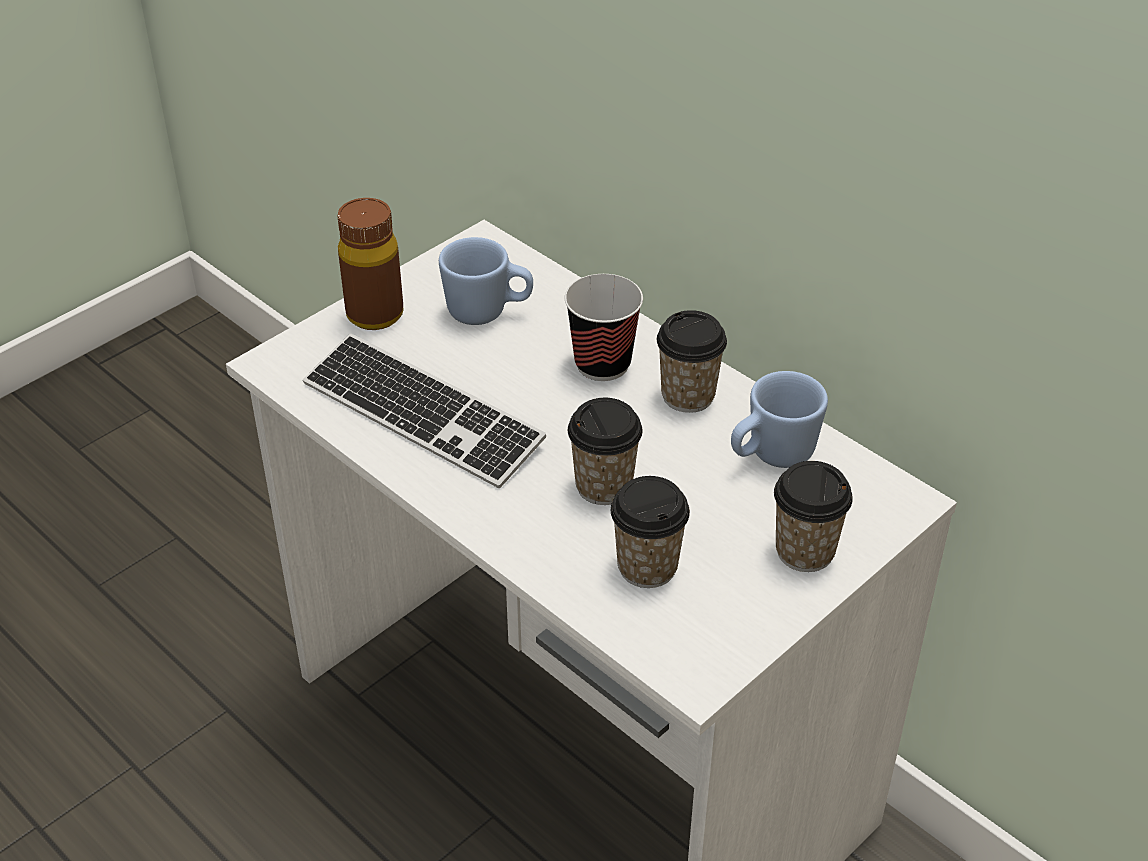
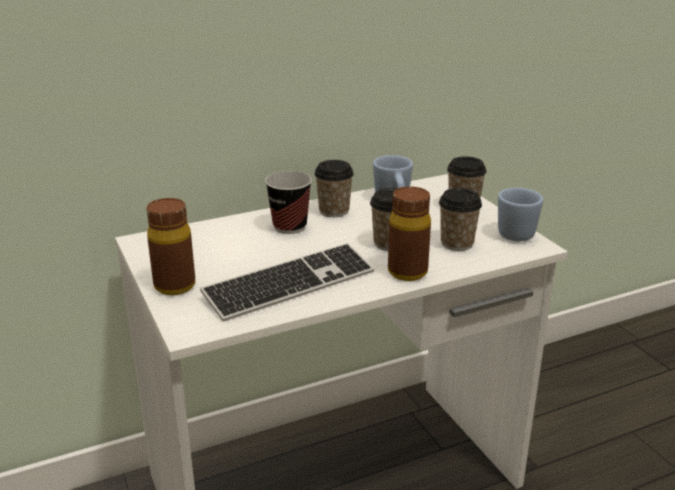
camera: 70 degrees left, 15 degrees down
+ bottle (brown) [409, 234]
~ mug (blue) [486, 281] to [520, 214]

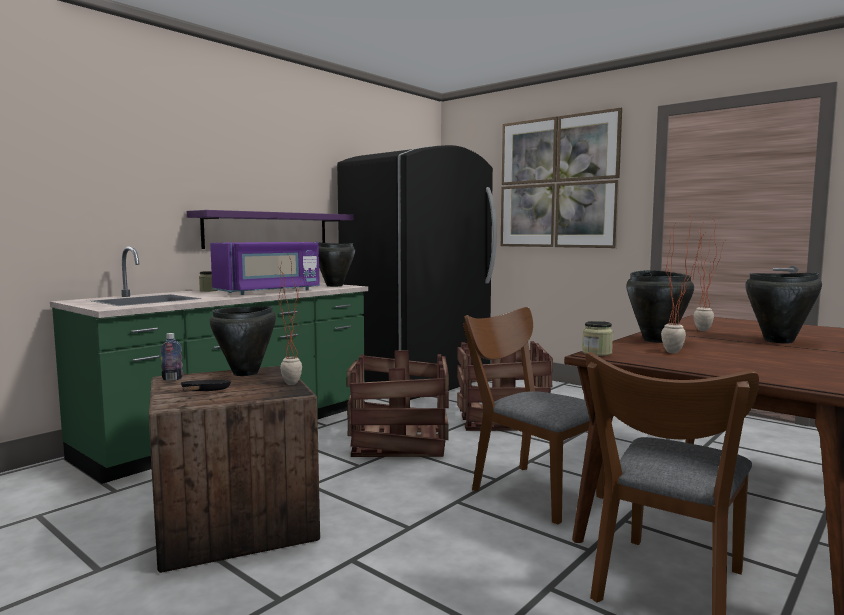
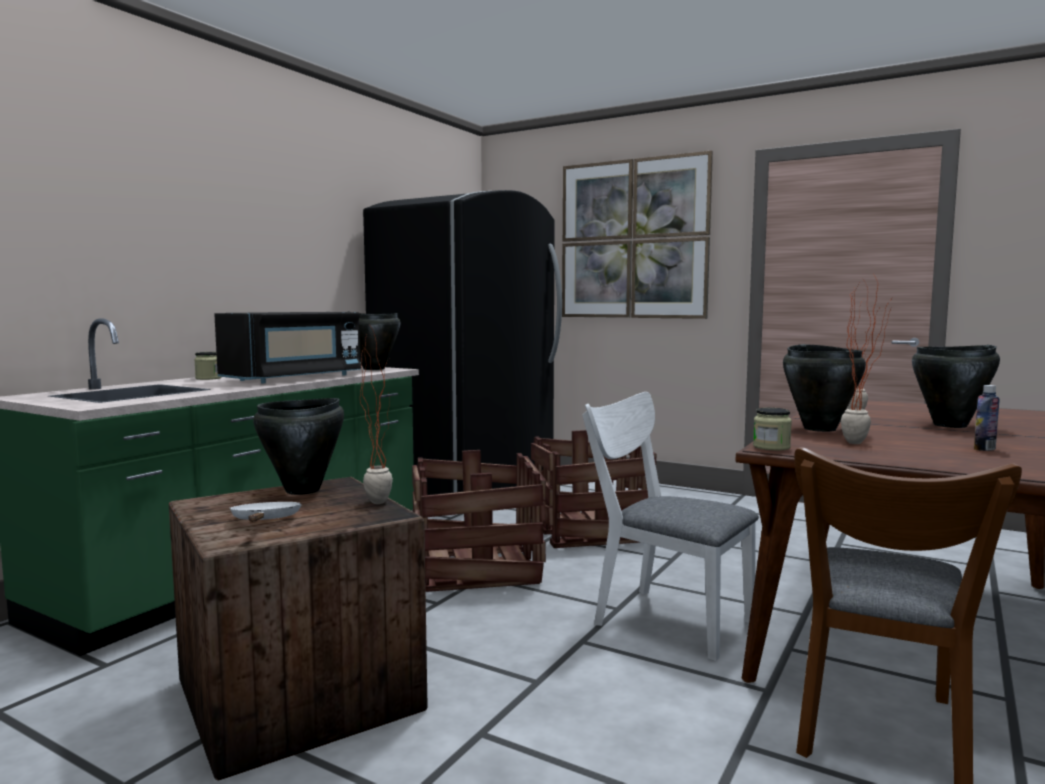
camera: 10 degrees left, 0 degrees up
~ microwave (purple) [265, 268] to microwave (black) [287, 347]
~ frying pan (black) [206, 385] to frying pan (white) [266, 512]
~ chair (brown) [534, 416] to chair (white) [670, 526]
~ bottle [171, 357] to [987, 418]
- shelf (purple) [270, 229]

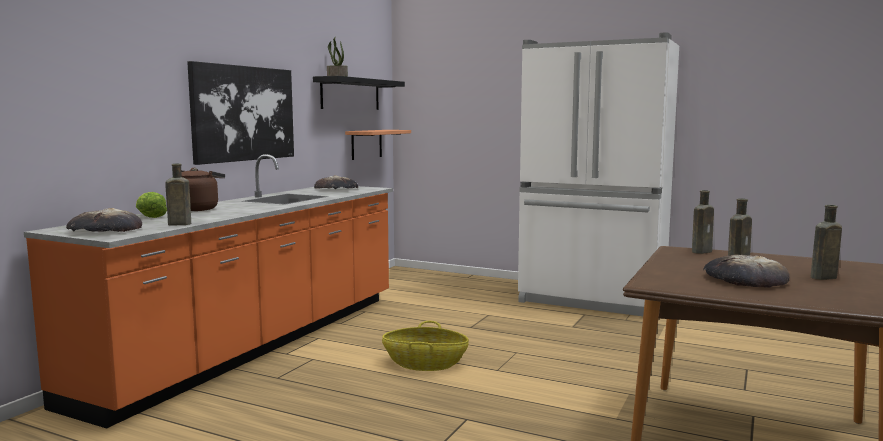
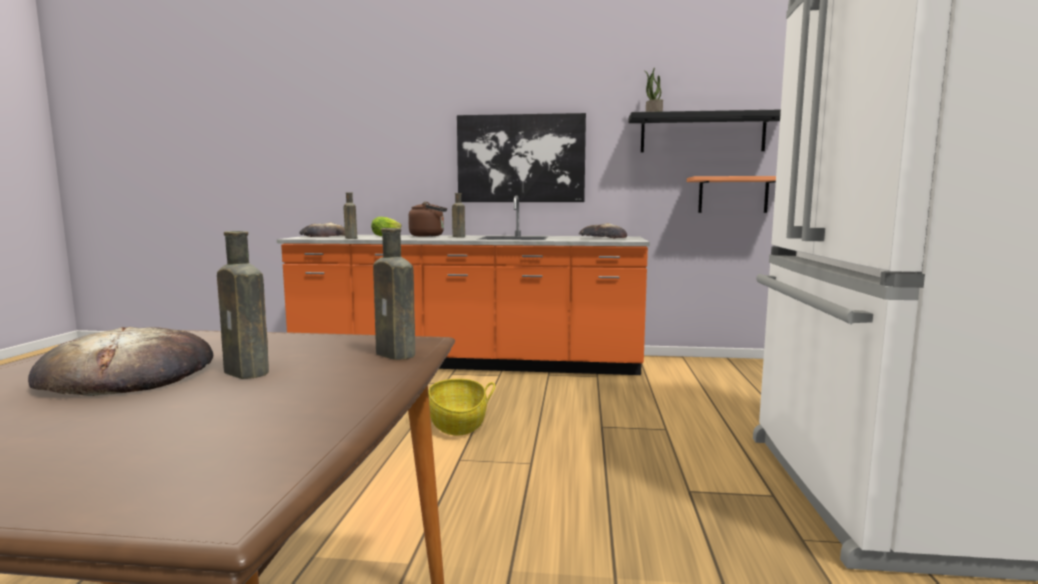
camera: 70 degrees right, 0 degrees up
~ bottle (brown) [826, 242] to [458, 215]

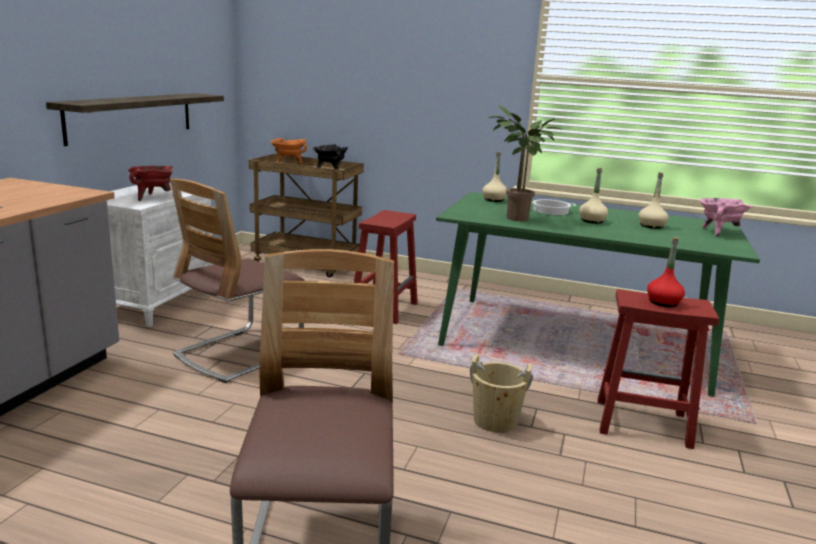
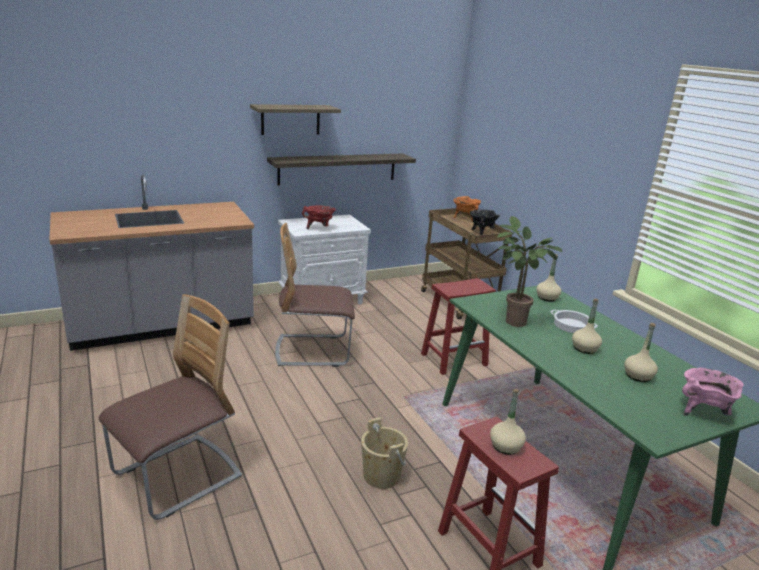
camera: 45 degrees right, 5 degrees up
+ shelf [295, 119]
~ bottle (red) [666, 272] to bottle (beige) [508, 422]

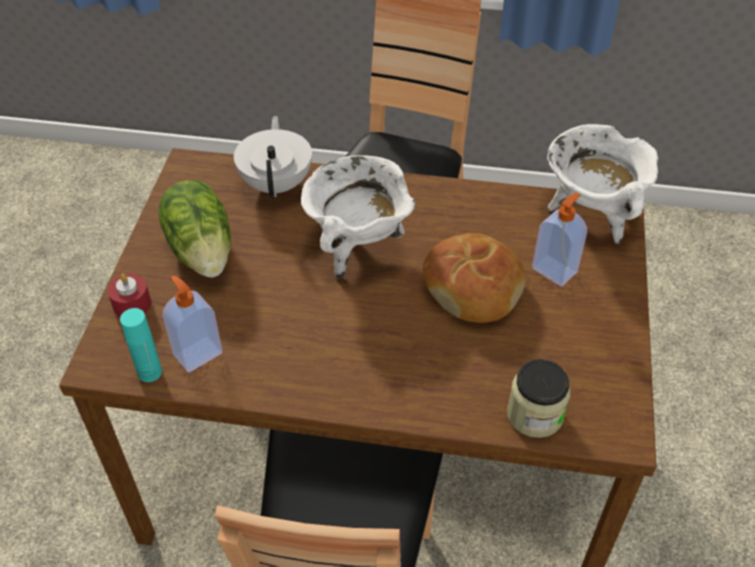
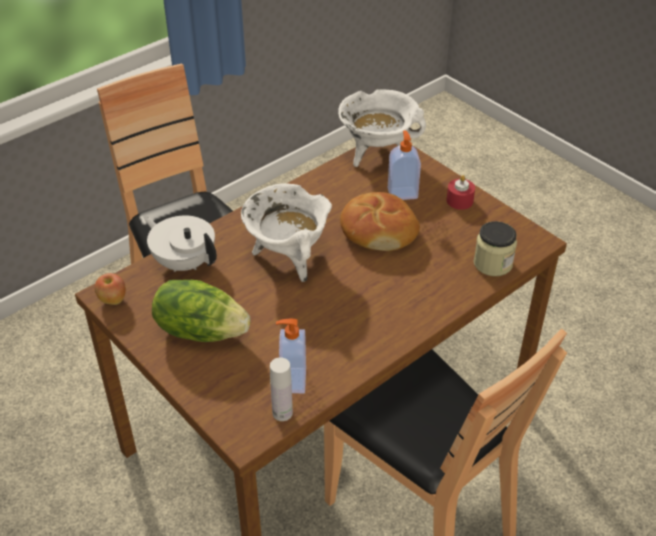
camera: 50 degrees left, 5 degrees down
+ apple [110, 289]
~ bottle (turquoise) [141, 345] to bottle (white) [281, 389]
~ candle (red) [129, 295] to [460, 192]

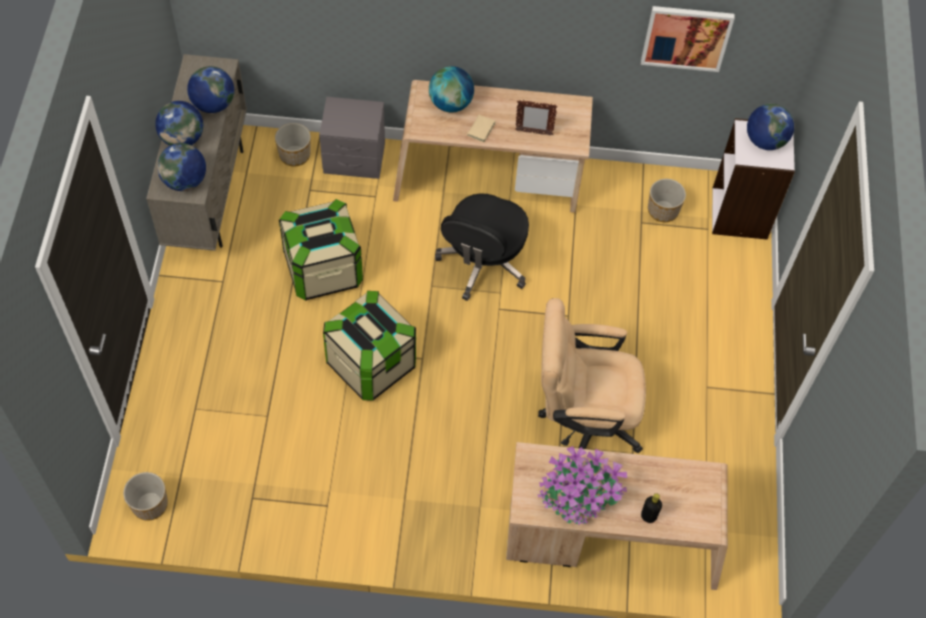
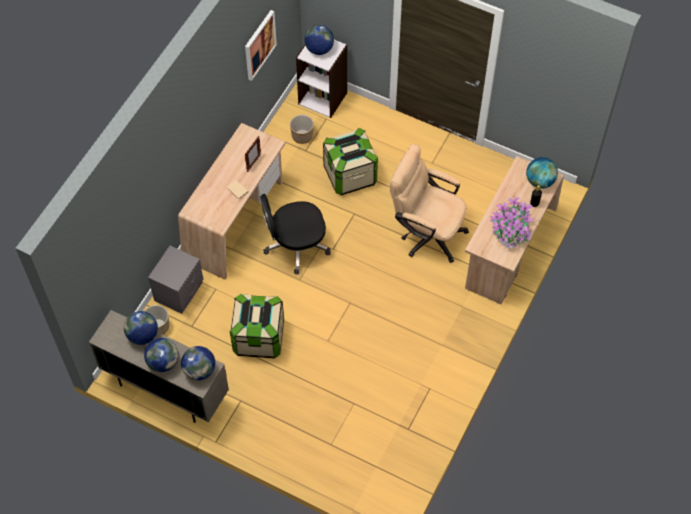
camera: 65 degrees left, 0 degrees up
~ office chair (black) [482, 247] = [295, 234] 120 degrees clockwise
~ storage box [369, 346] to [350, 161]
~ office chair (beige) [592, 376] = [429, 203] 90 degrees clockwise
~ globe [451, 89] to [542, 173]
- planter [145, 496]

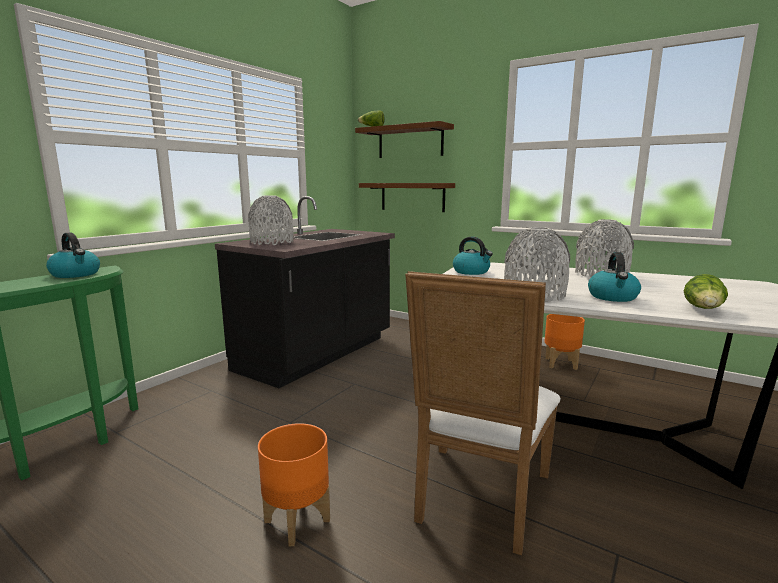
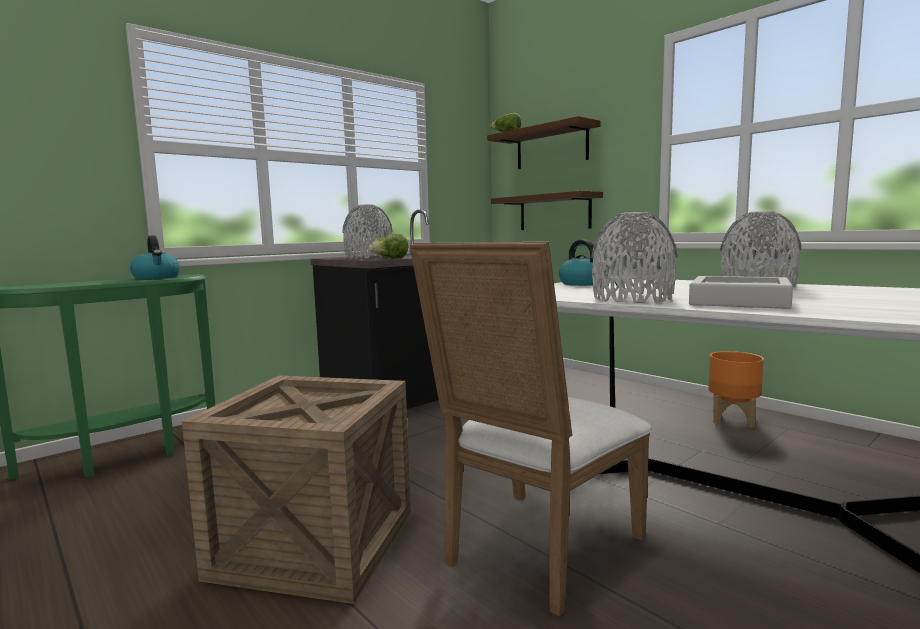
camera: 15 degrees right, 5 degrees down
~ planter (orange) [294, 484] to crate [296, 490]
~ lettuce [706, 291] to [388, 246]
~ kettle [614, 277] to tray (grey) [741, 292]

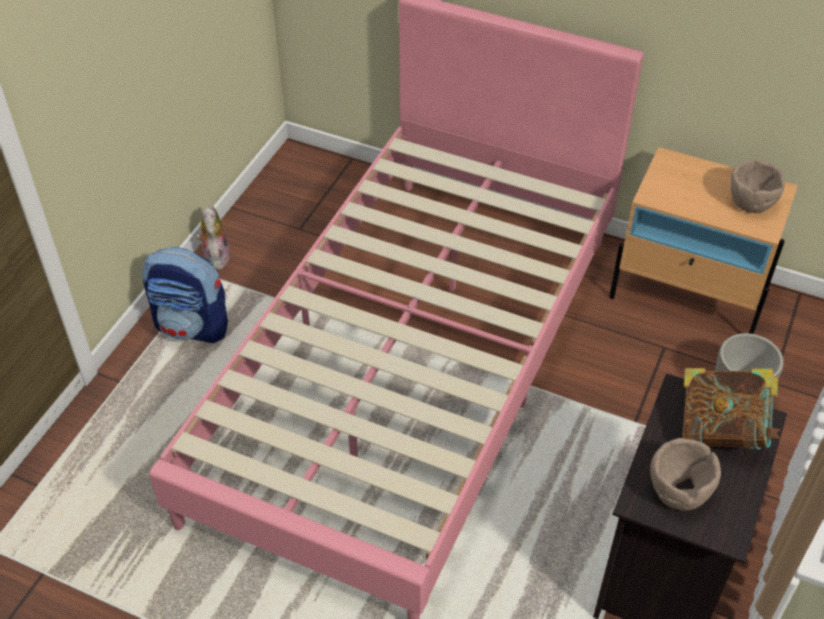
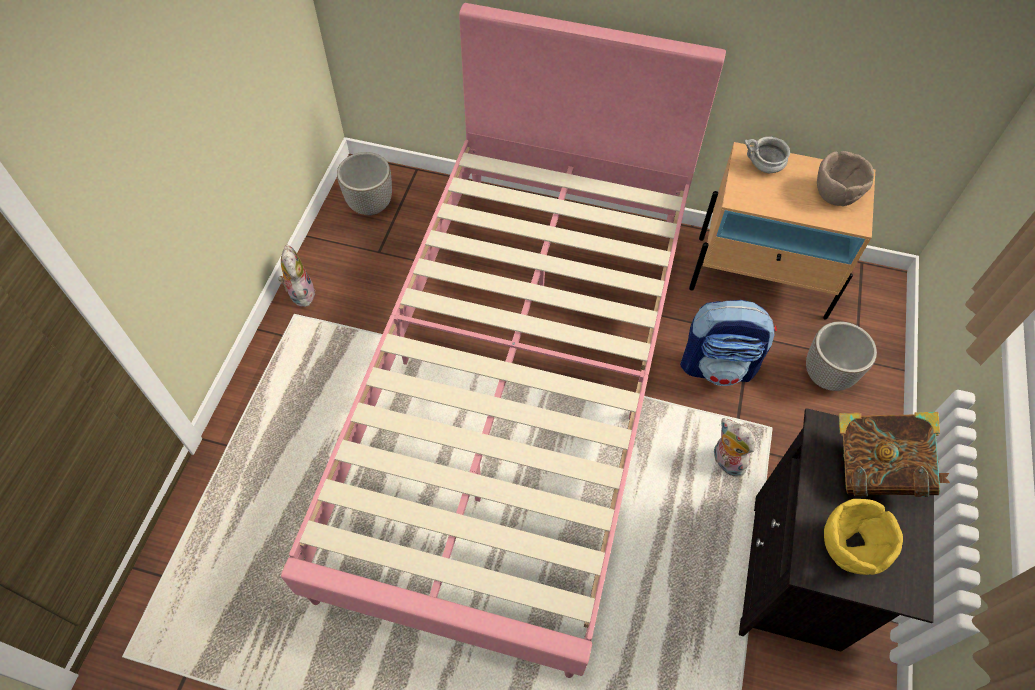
camera: 10 degrees left, 10 degrees up
+ planter [364, 184]
~ backpack [185, 295] to [728, 343]
+ plush toy [735, 447]
+ bowl (grey) [767, 155]
~ bowl (brown) [685, 474] to bowl (yellow) [863, 537]

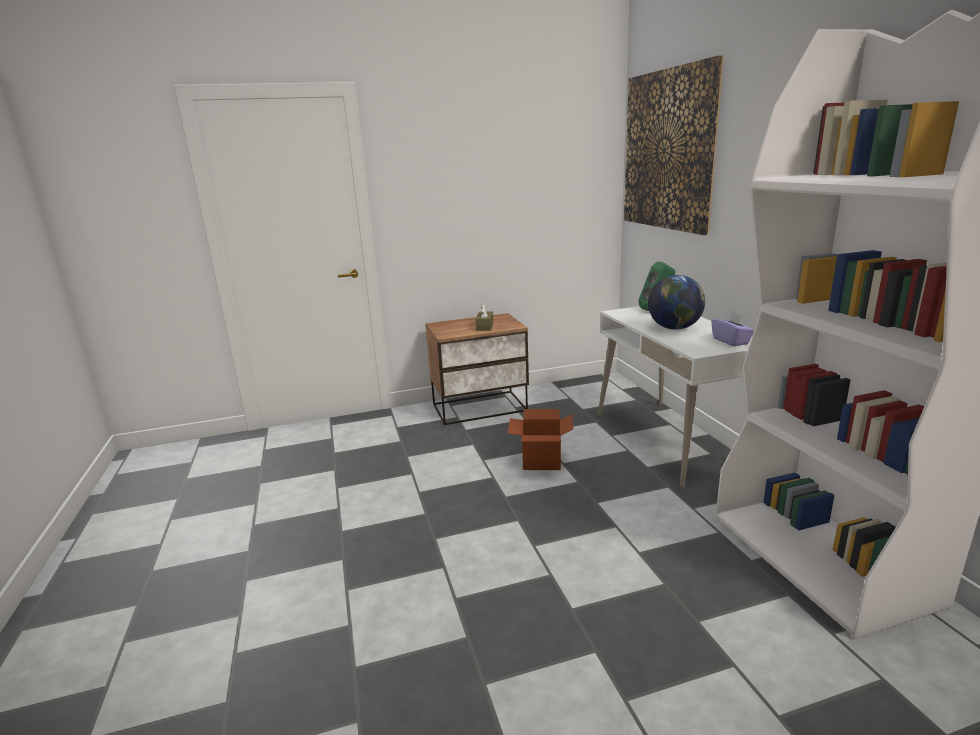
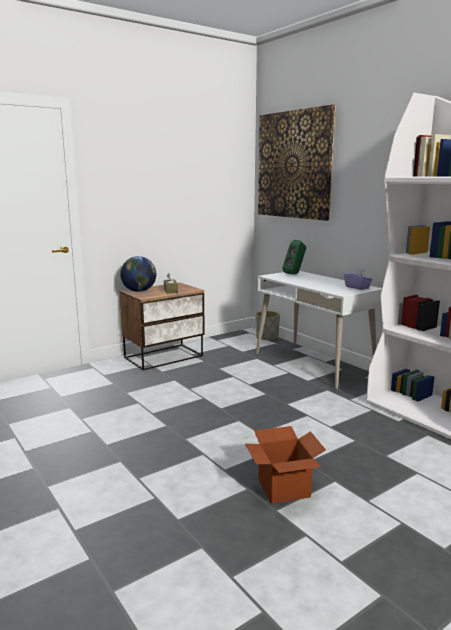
camera: 20 degrees left, 5 degrees down
~ globe [676, 302] to [138, 274]
~ cardboard box [540, 439] to [285, 465]
+ planter (grey) [267, 326]

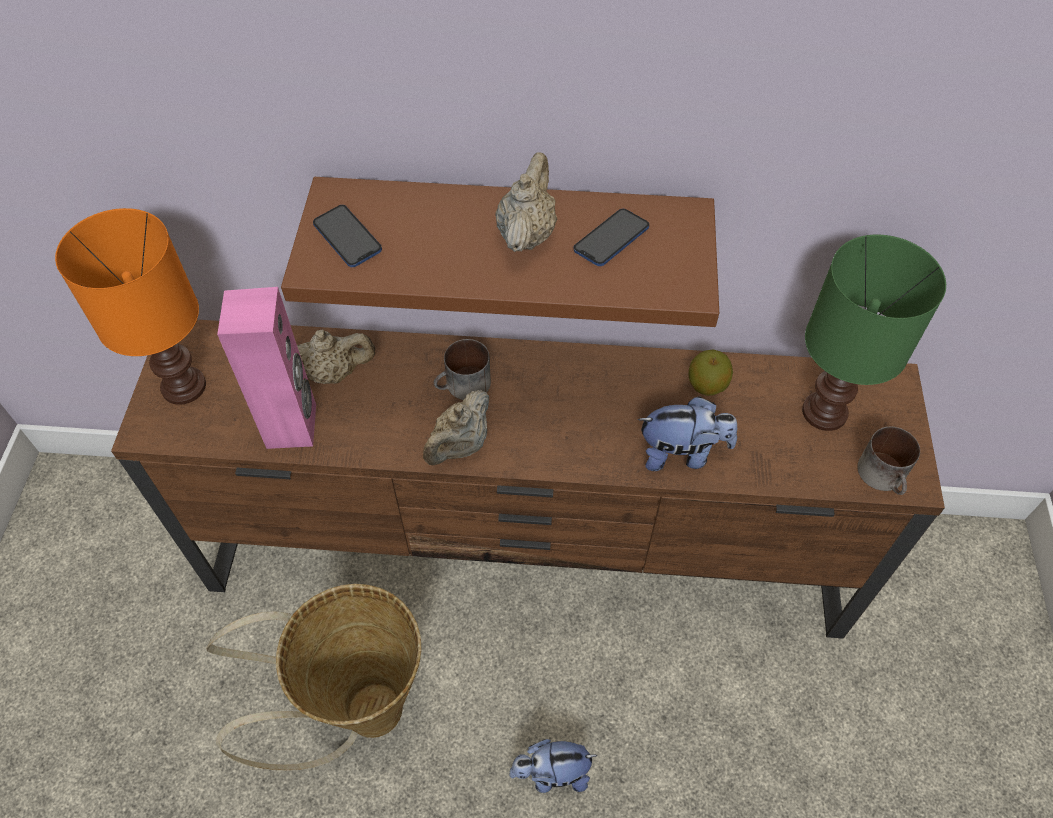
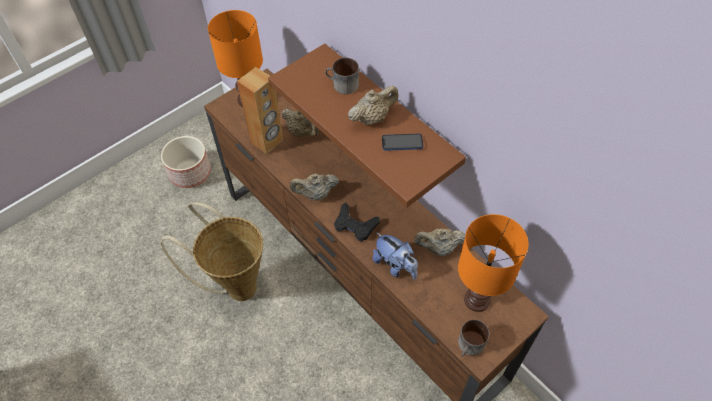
camera: 45 degrees right, 0 degrees up
+ planter [186, 162]
~ speaker (pink) [266, 368] to speaker (brown) [260, 110]
~ mug [462, 369] to [342, 76]
+ game controller (black) [357, 222]
~ apple [710, 373] to teapot (beige) [440, 242]
~ table lamp (green) [874, 333] to table lamp (orange) [493, 263]
- phone [347, 236]
- plush toy [553, 766]

